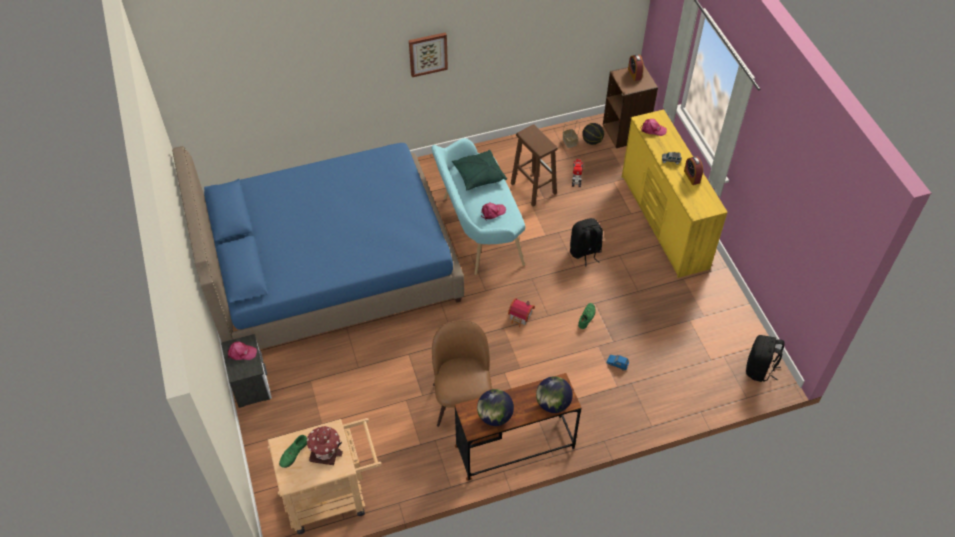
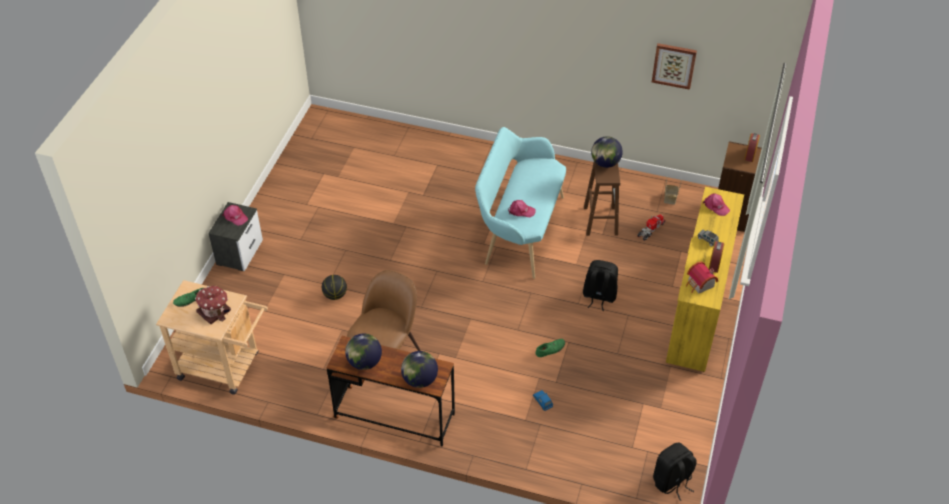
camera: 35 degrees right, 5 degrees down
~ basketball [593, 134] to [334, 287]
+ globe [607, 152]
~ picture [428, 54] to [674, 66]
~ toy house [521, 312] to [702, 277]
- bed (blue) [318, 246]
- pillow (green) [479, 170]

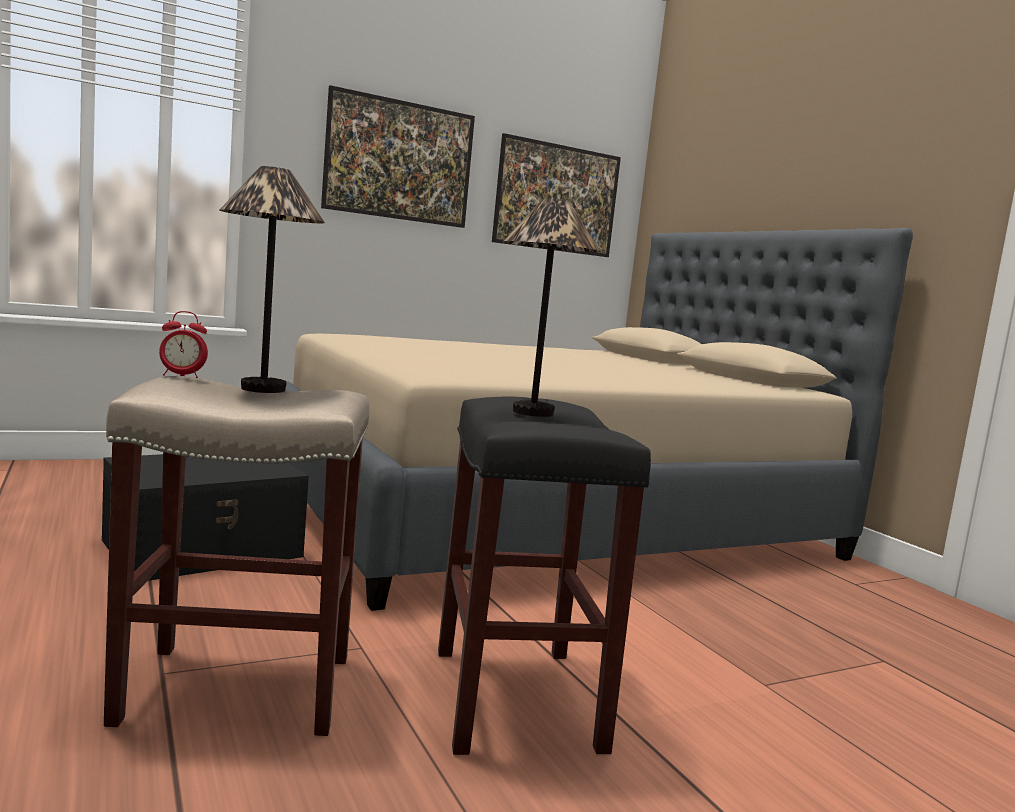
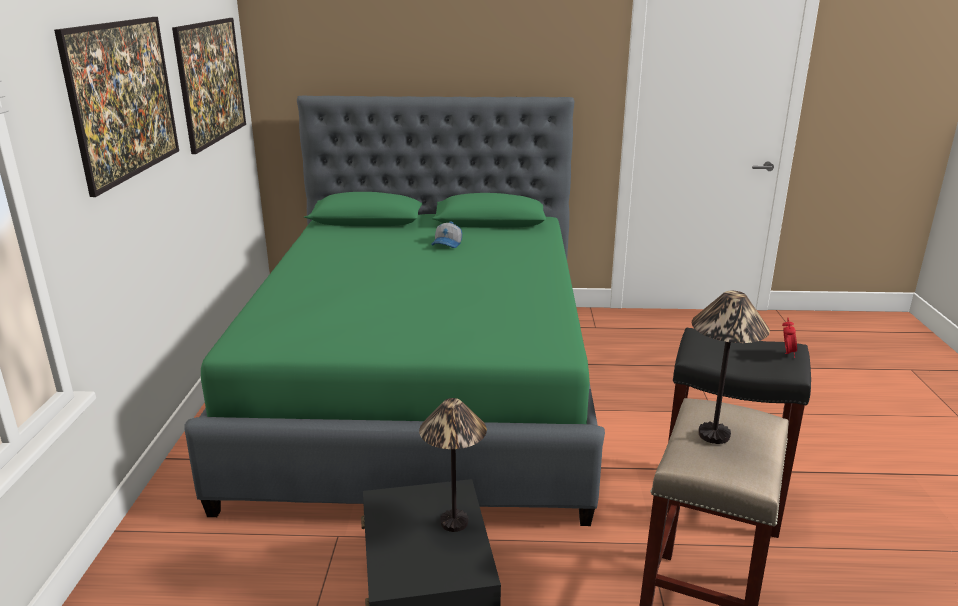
camera: 60 degrees left, 15 degrees up
~ bed (beige) [599, 419] to bed (green) [394, 310]
~ table lamp [551, 308] to [453, 465]
+ cap [446, 234]
~ alarm clock [183, 344] to [789, 338]

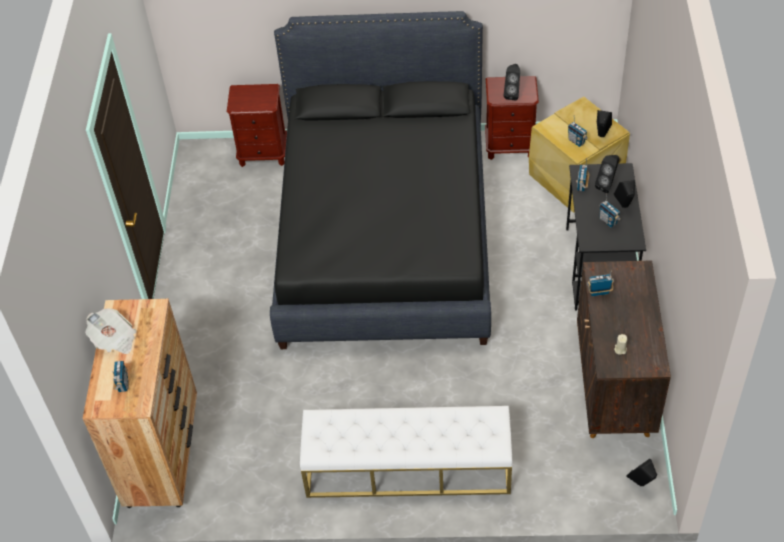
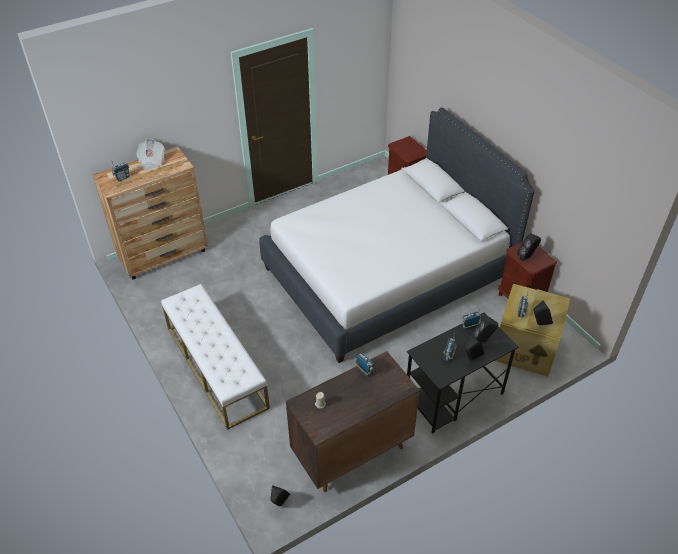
camera: 55 degrees right, 5 degrees down
~ bed (black) [380, 180] to bed (white) [397, 235]

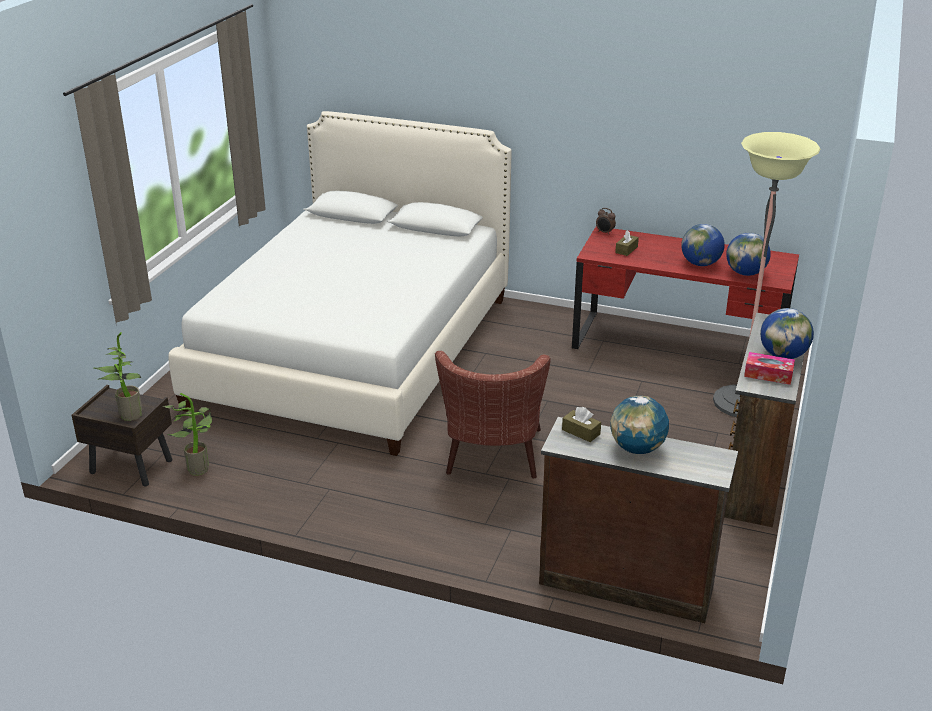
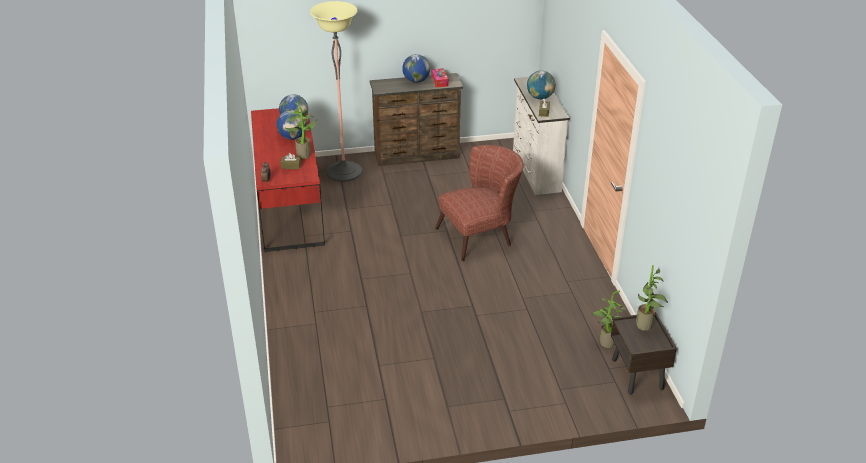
camera: 120 degrees left, 5 degrees up
+ potted plant [300, 130]
~ dresser (brown) [638, 520] to dresser (white) [541, 136]
- bed (white) [340, 283]

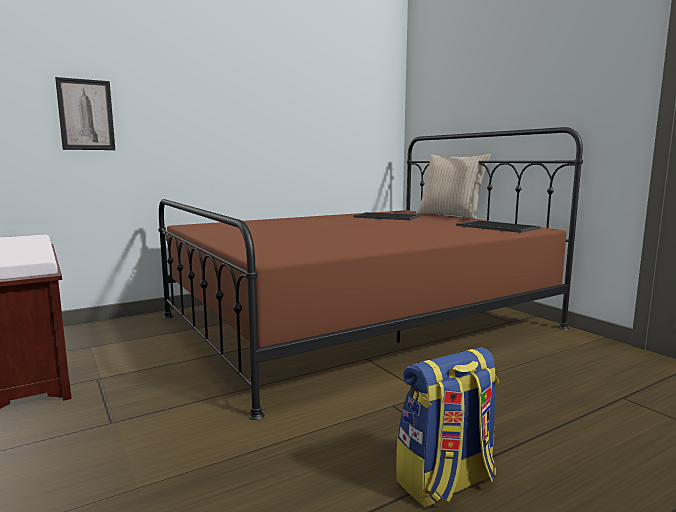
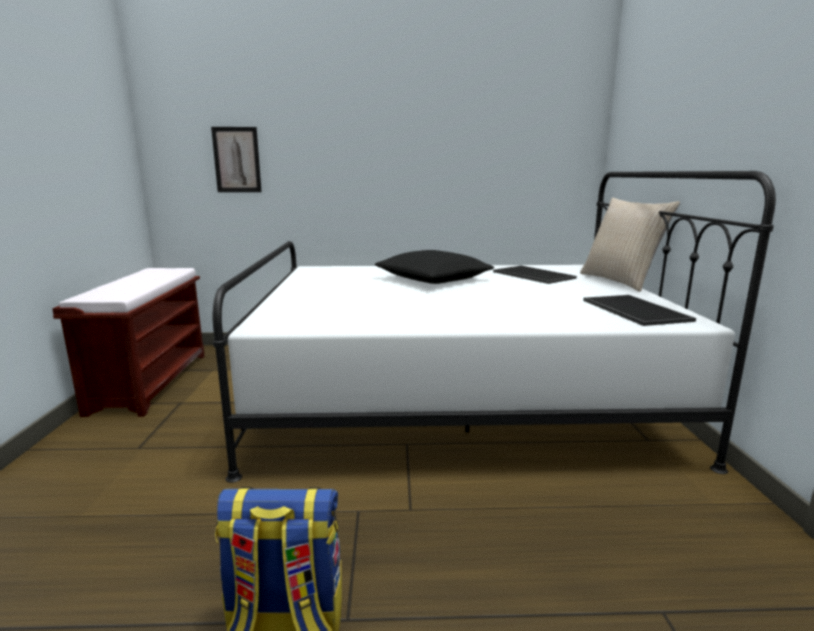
camera: 30 degrees right, 5 degrees up
~ bed (brown) [370, 273] to bed (white) [494, 327]
+ pillow (black) [434, 267]

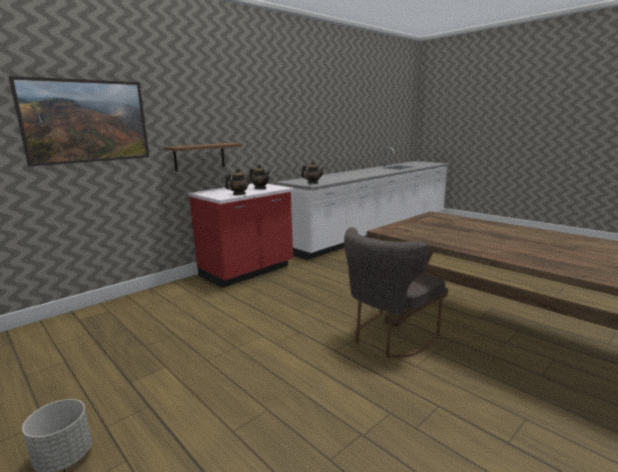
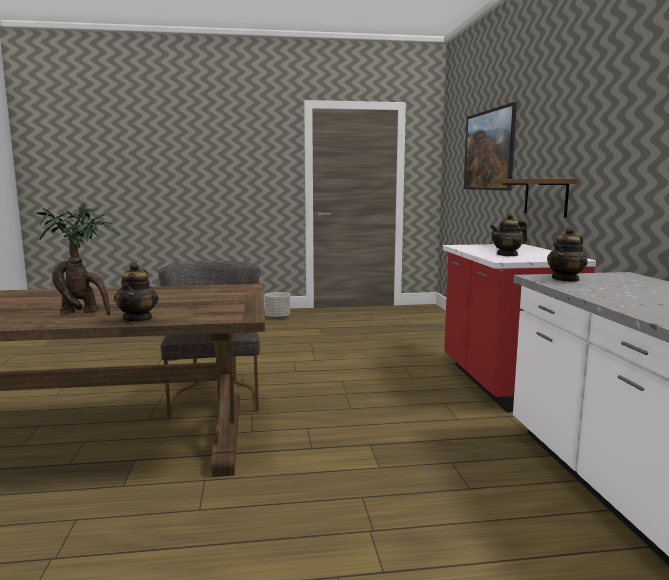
camera: 125 degrees right, 5 degrees down
+ potted plant [78, 258]
~ teapot [238, 181] to [136, 292]

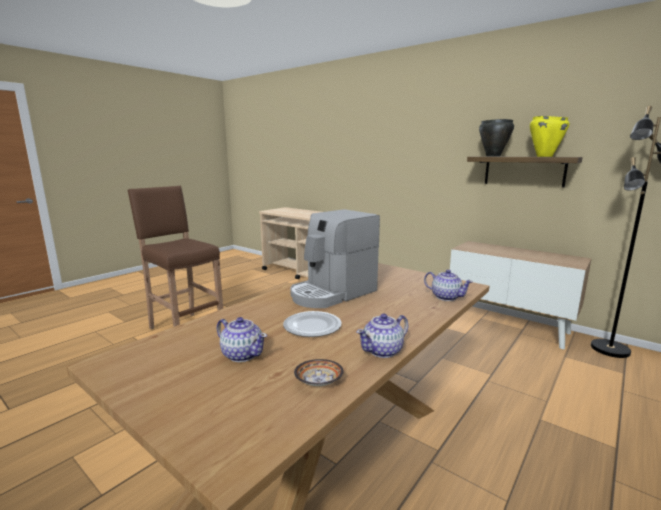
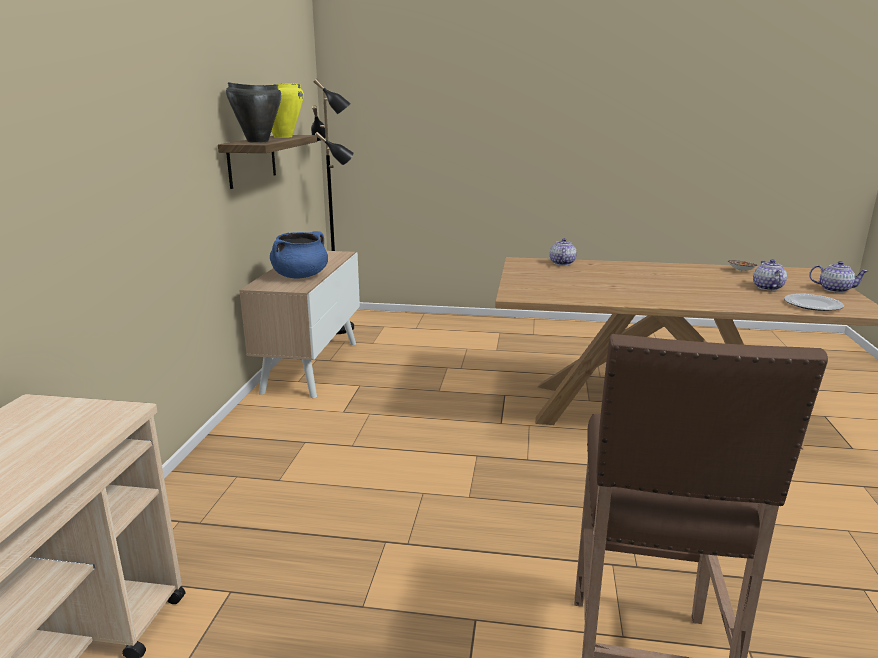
camera: 120 degrees left, 5 degrees up
+ cooking pot (blue) [299, 254]
~ plate [312, 324] to [814, 302]
~ teapot [382, 336] to [839, 277]
- coffee machine [335, 258]

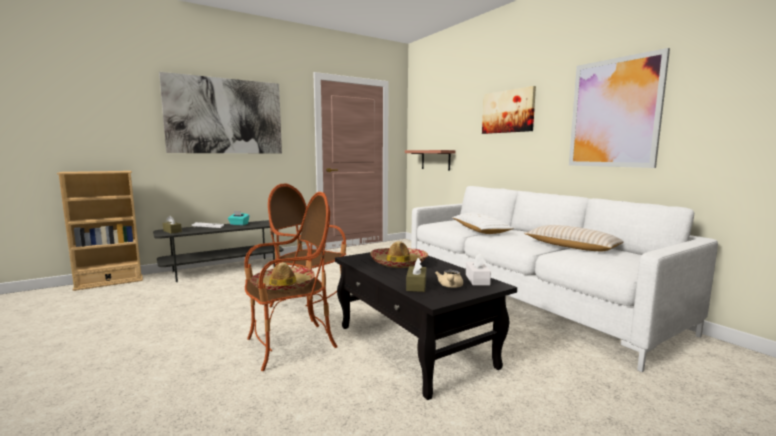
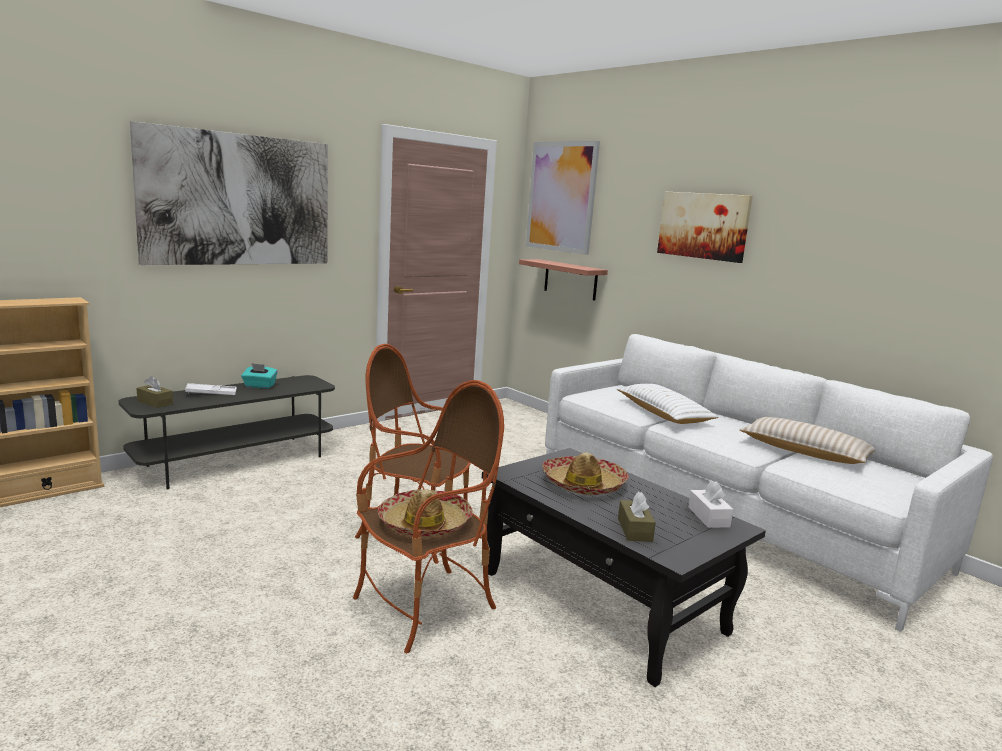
camera: 10 degrees left, 5 degrees up
~ picture [619, 108] to [563, 198]
- teapot (beige) [449, 279]

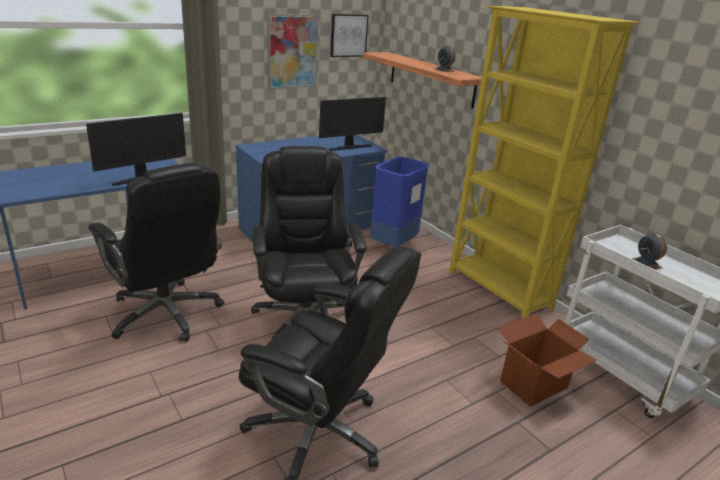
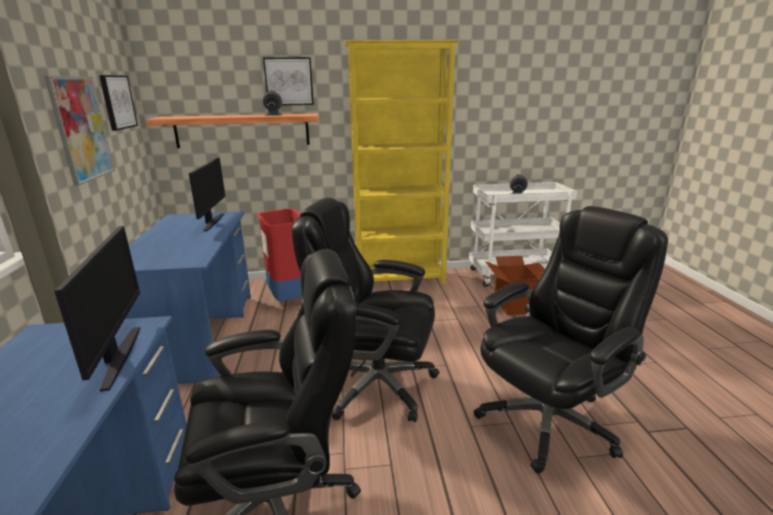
camera: 60 degrees left, 5 degrees down
~ trash can (blue) [400, 202] to trash can (red) [279, 254]
+ picture [288, 81]

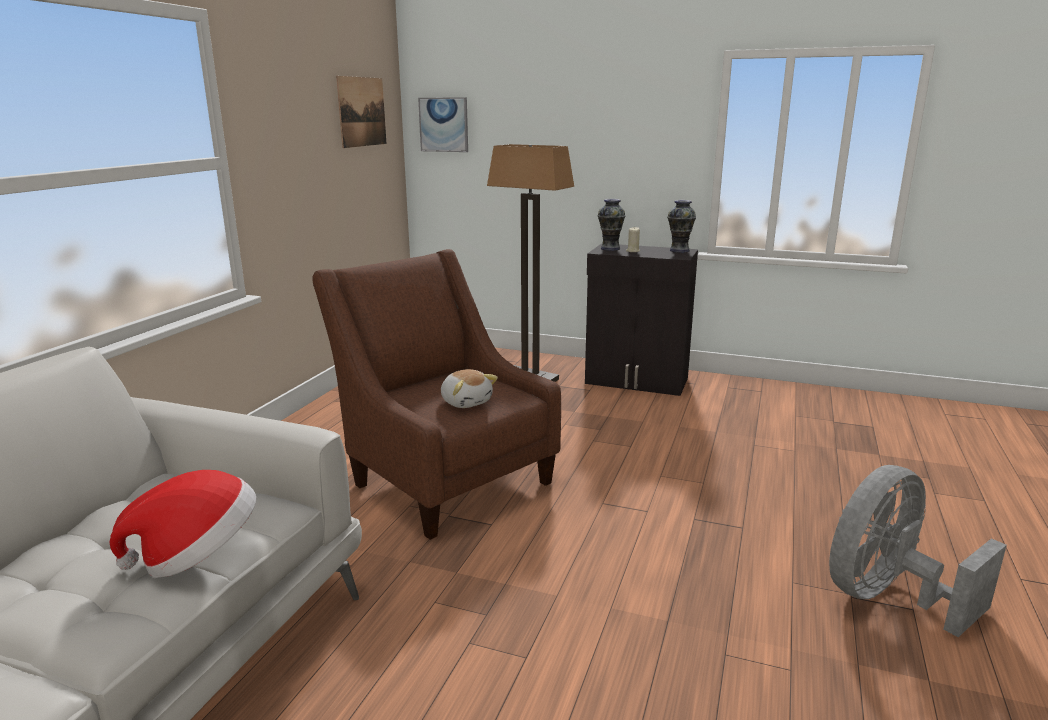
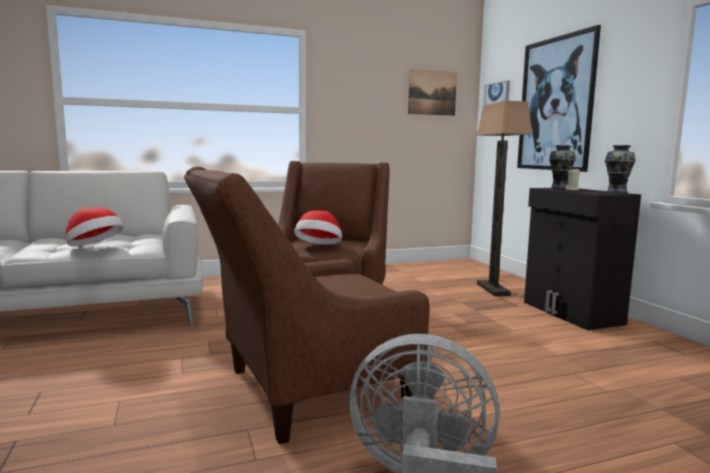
camera: 50 degrees right, 10 degrees down
+ armchair (brown) [306, 305]
~ plush toy [469, 388] to hat [318, 227]
+ picture [559, 98]

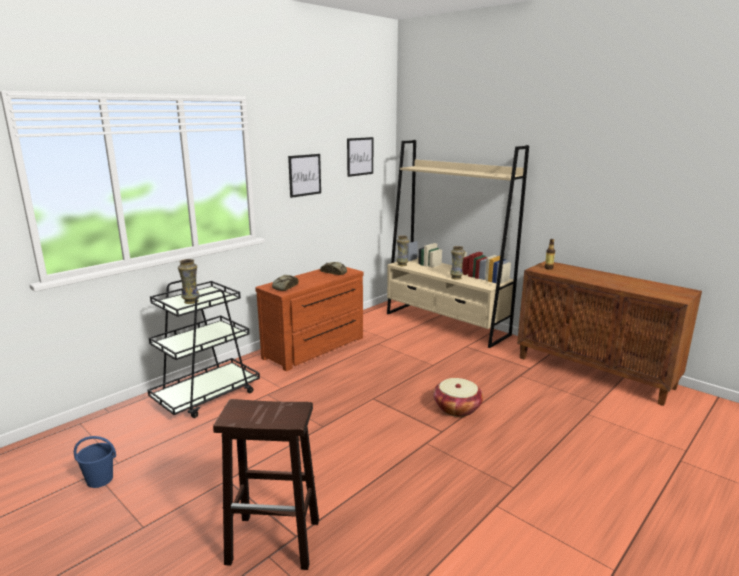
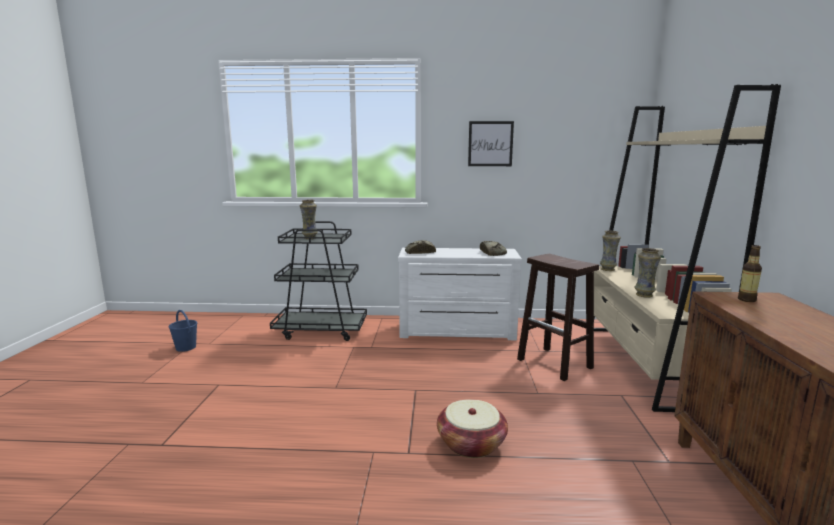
camera: 50 degrees right, 5 degrees down
~ dresser (brown) [309, 319] to dresser (white) [460, 294]
~ stool (brown) [266, 484] to [558, 317]
- picture [360, 157]

